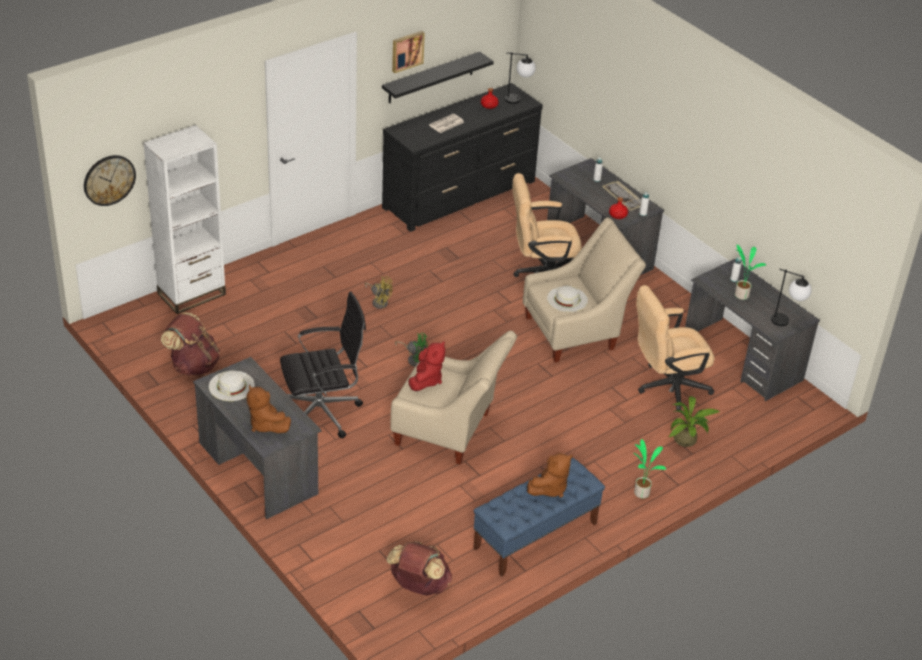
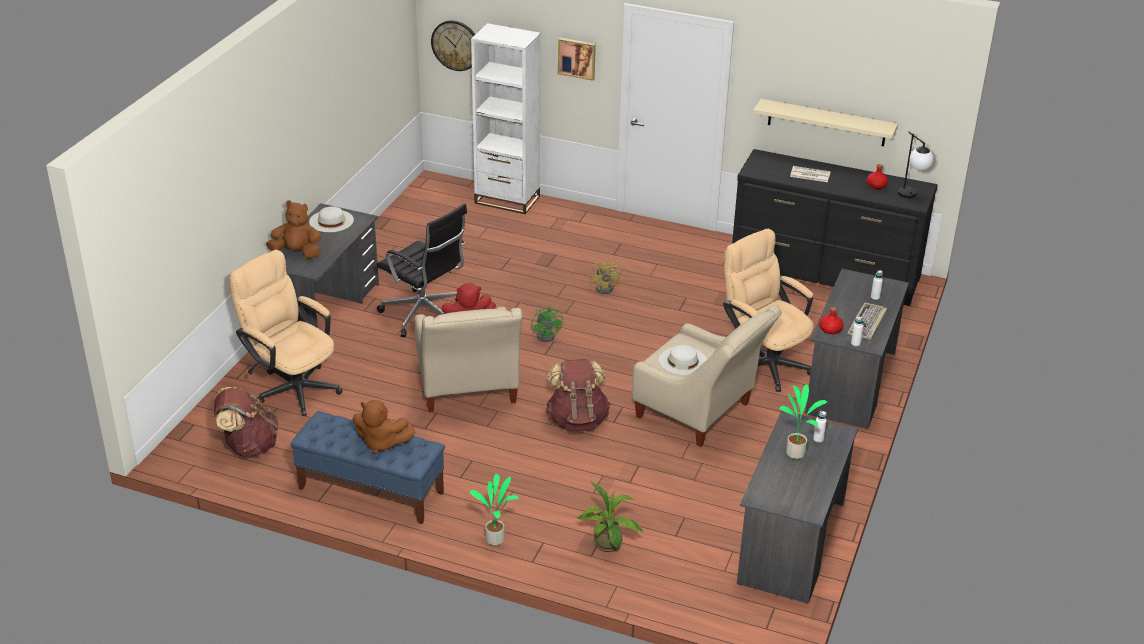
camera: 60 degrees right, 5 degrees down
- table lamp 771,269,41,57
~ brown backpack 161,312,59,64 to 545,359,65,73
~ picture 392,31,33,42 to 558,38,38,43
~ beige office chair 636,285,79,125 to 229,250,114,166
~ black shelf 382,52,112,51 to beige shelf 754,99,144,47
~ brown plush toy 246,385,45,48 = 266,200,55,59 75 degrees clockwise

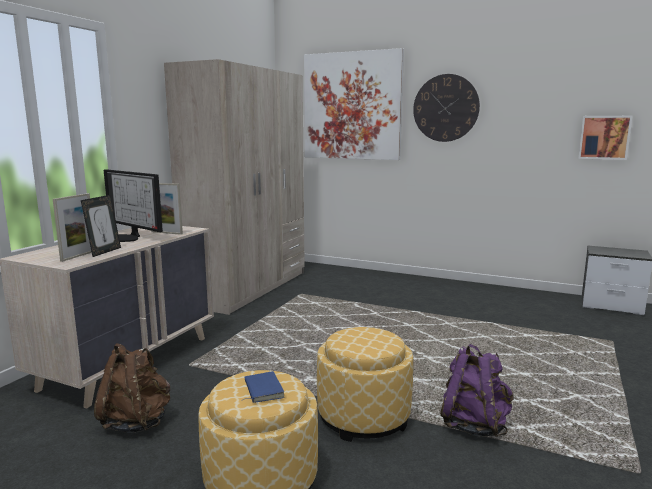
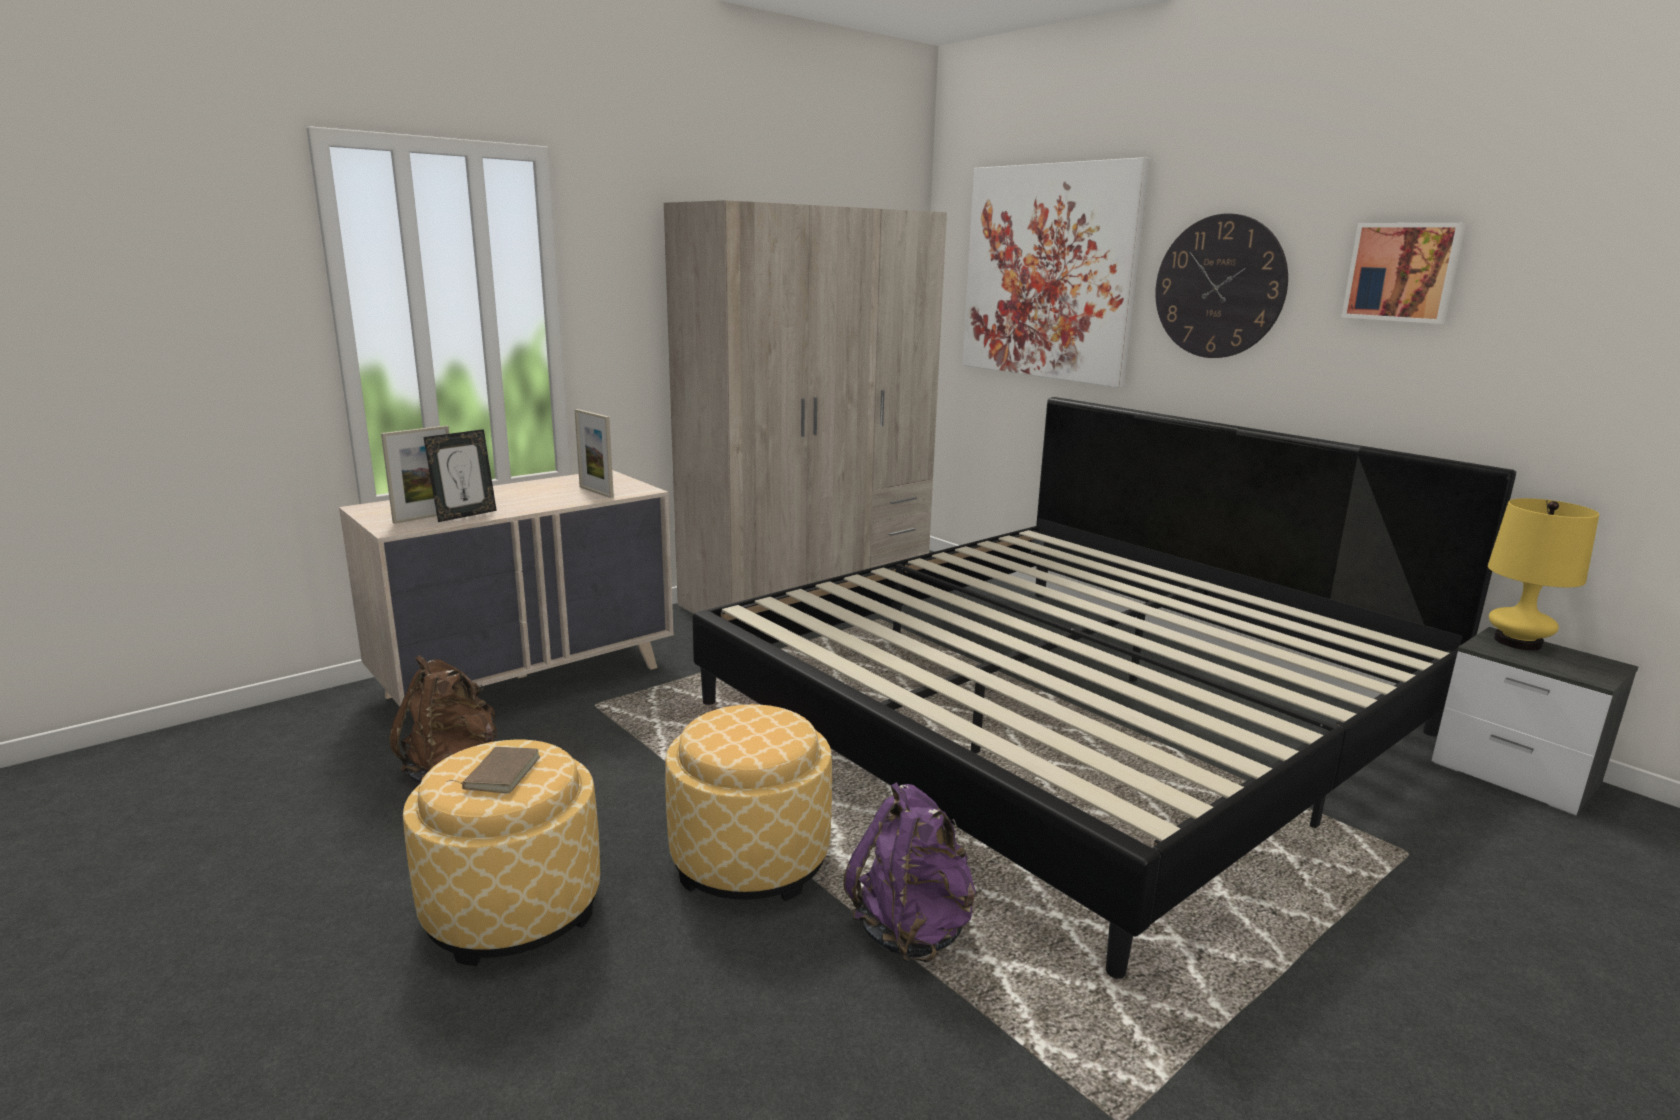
camera: 25 degrees right, 5 degrees up
- monitor 104,169,59,73
+ bed 692,397,824,582
+ yellow table lamp 1488,498,111,152
~ picture 578,116,55,44 to 1342,223,124,101
~ blue book 243,371,41,32 to brown book 447,747,93,47

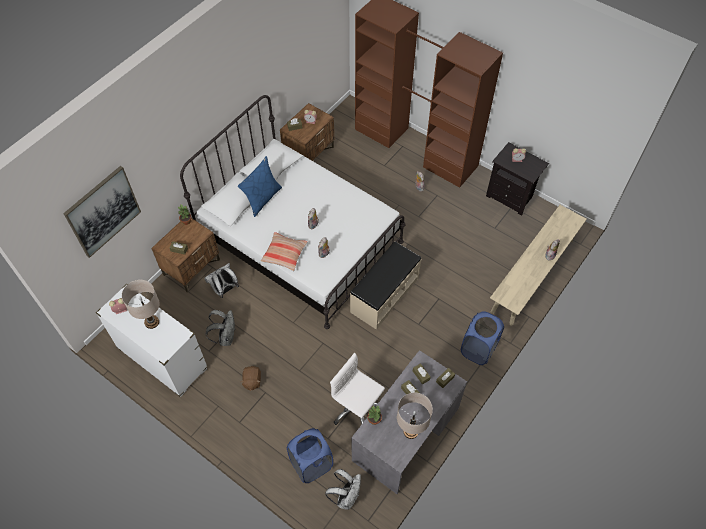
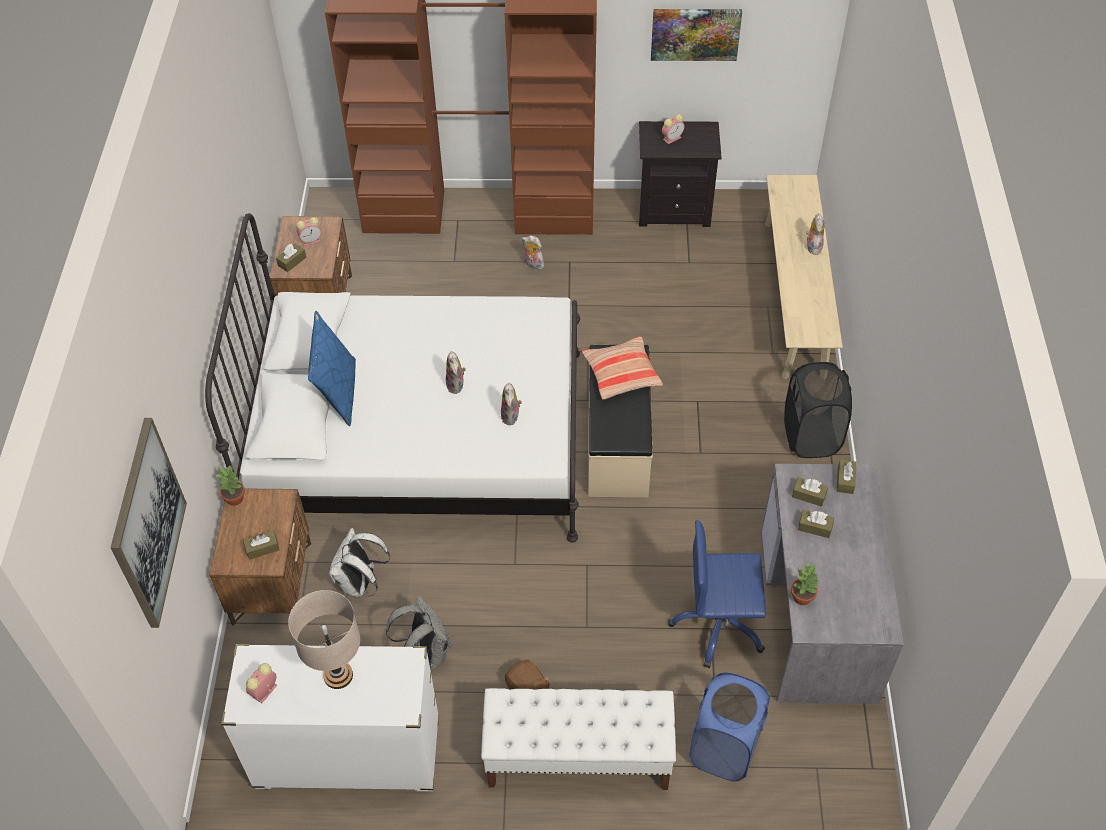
camera: 35 degrees left, 5 degrees down
- white backpack 325,469,36,41
- beige table lamp 397,392,36,47
+ white bench 481,688,195,102
+ picture 651,9,91,52
~ pillow 261,232,46,39 to 582,336,81,63
~ white office chair 330,353,55,72 to blue office chair 668,520,98,148
~ blue laundry basket 461,311,43,54 to black laundry basket 784,362,68,96

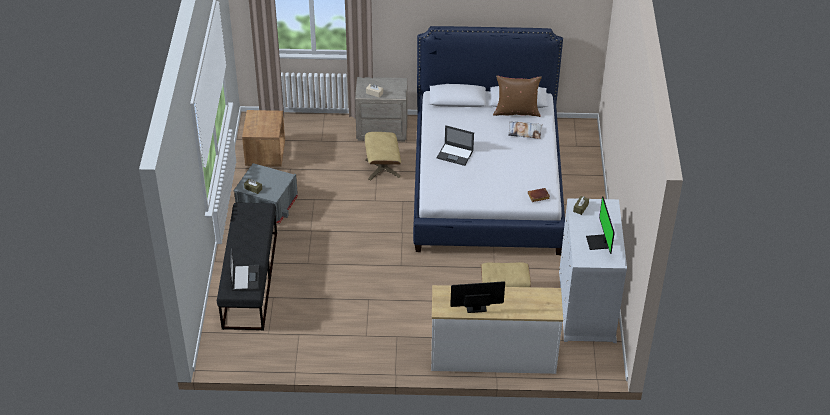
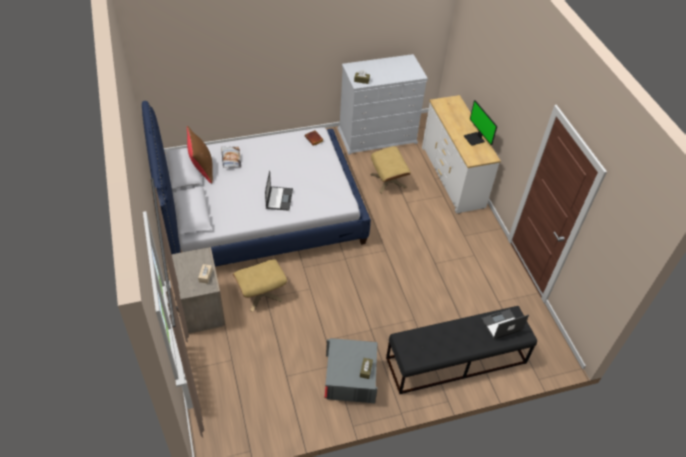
camera: 110 degrees left, 5 degrees up
- brown nightstand 242,110,43,57
- monitor 586,197,28,57

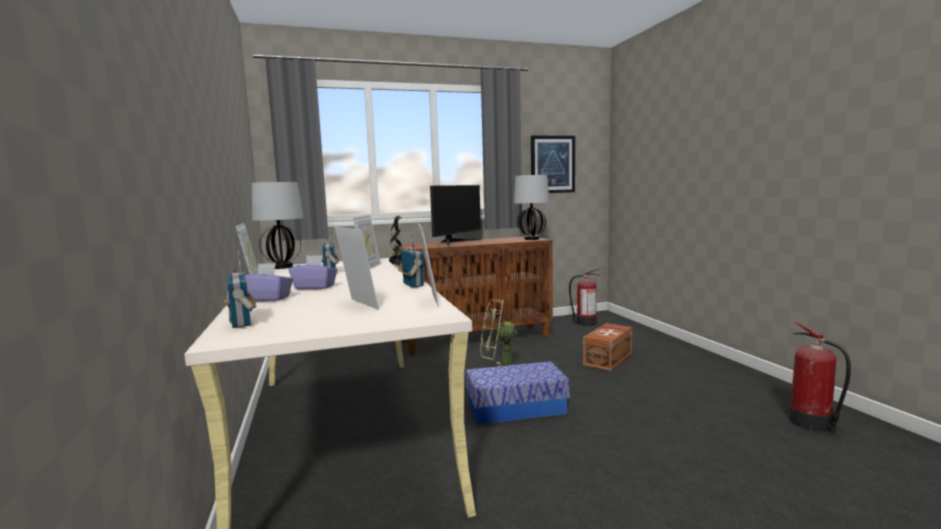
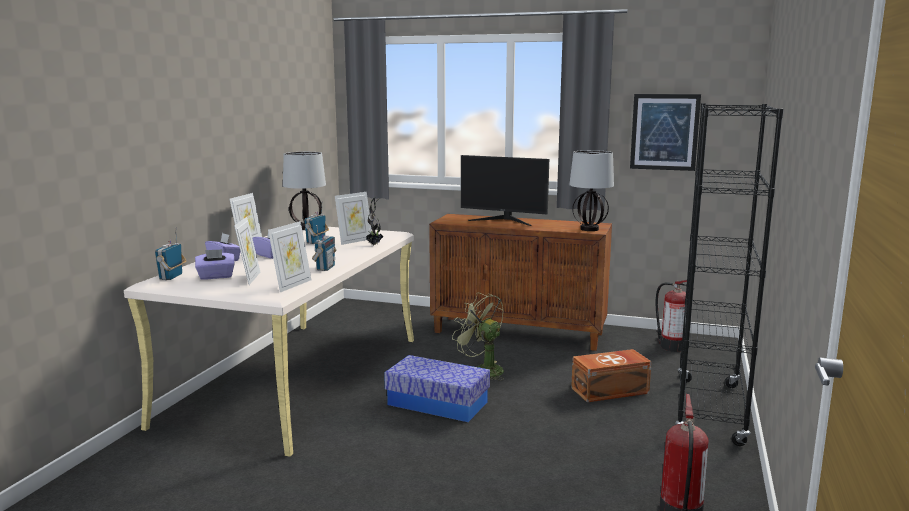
camera: 35 degrees right, 5 degrees up
+ purple tissue box 195,249,40,31
+ black bookcase 675,103,109,343
~ monitor 430,185,52,61 = 461,155,88,71 45 degrees clockwise

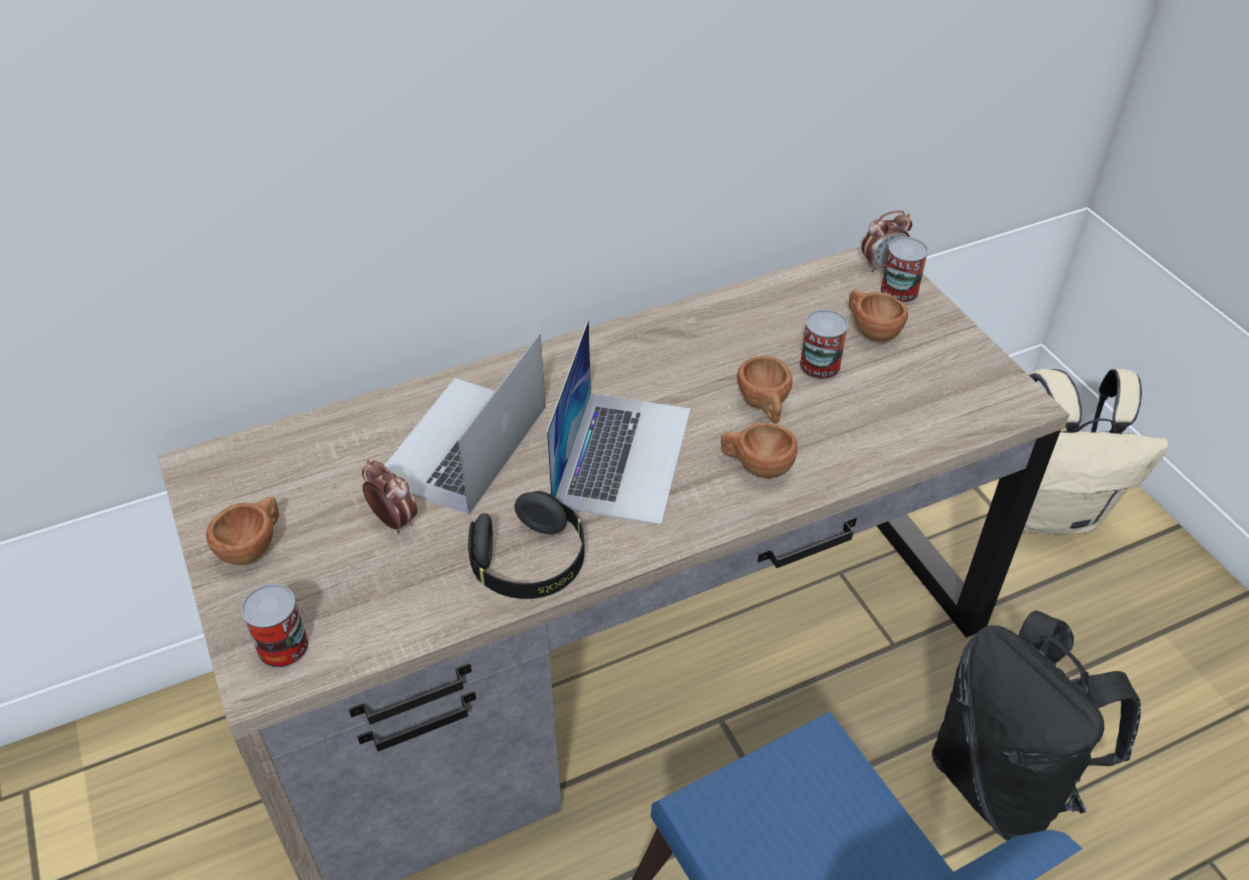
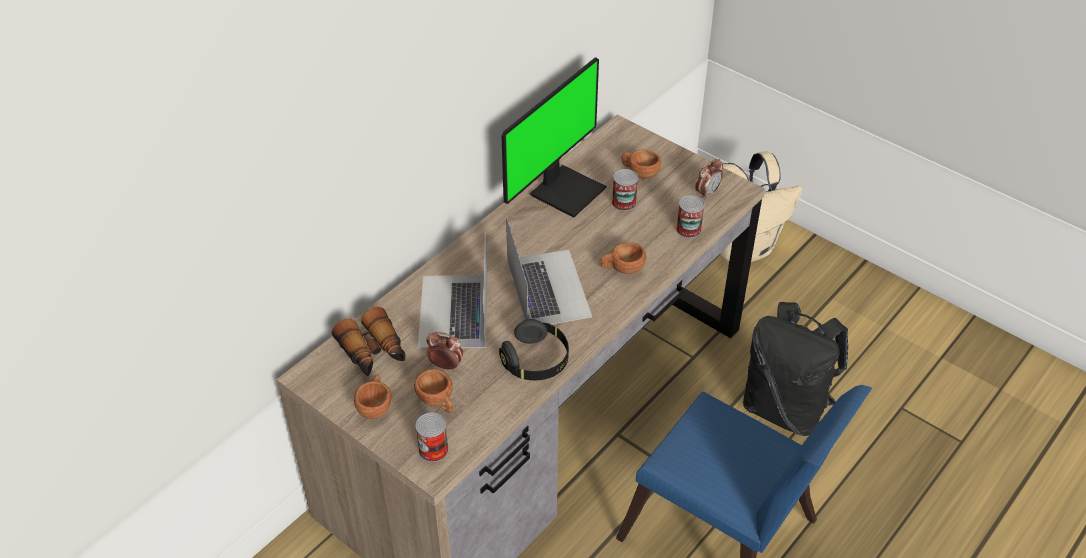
camera: 25 degrees left, 0 degrees up
+ binoculars 332,307,73,69
+ monitor 502,57,104,160
~ brown cup 737,356,56,67 to 414,369,39,44
~ alarm clock 861,210,51,62 to 695,159,28,41
~ can 880,237,48,66 to 676,195,29,43

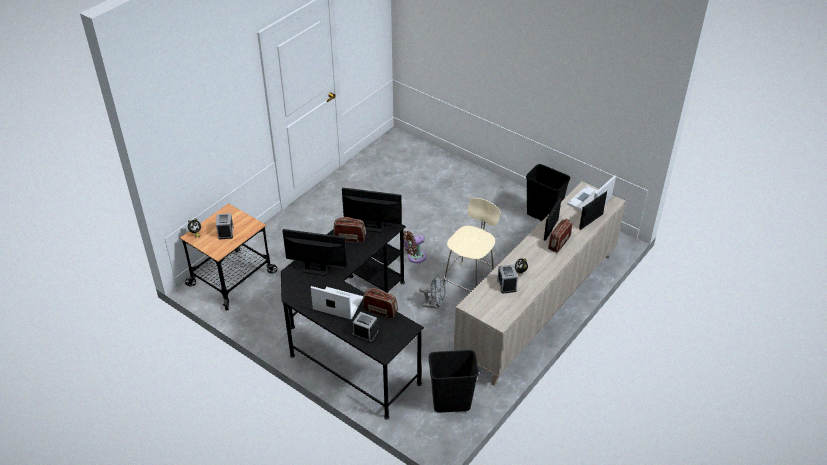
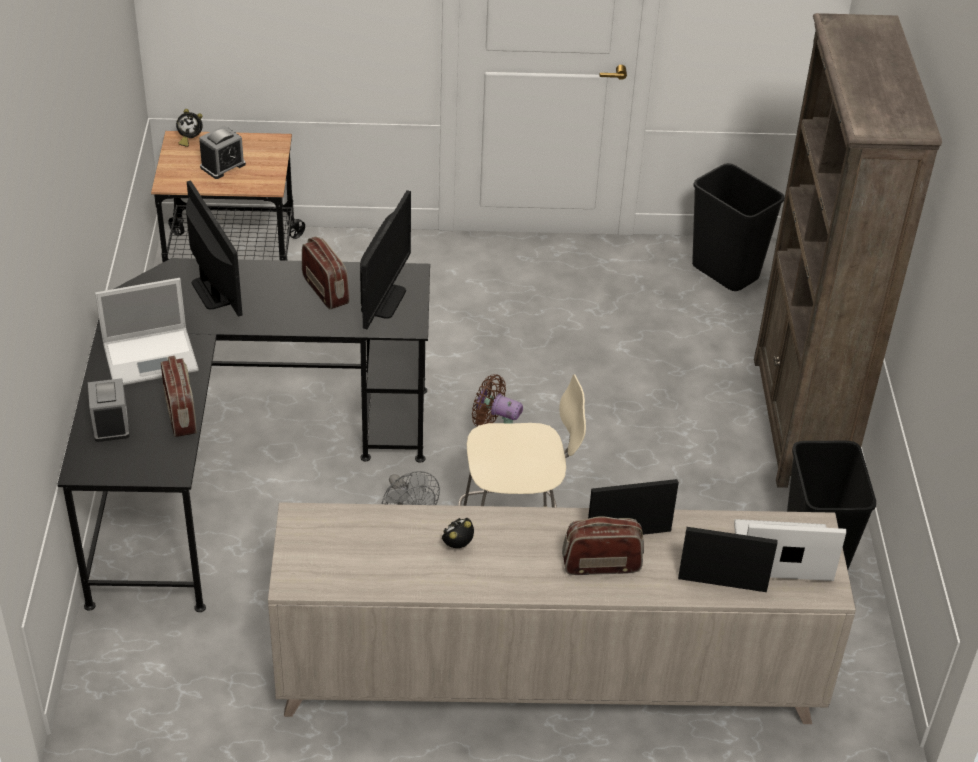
camera: 50 degrees right, 0 degrees up
- alarm clock 497,265,21,29
+ brown bookcase 754,13,188,475
~ black trash can 429,350,50,63 to 692,163,93,128
~ laptop 311,286,52,34 = 95,278,104,107 90 degrees clockwise
~ monitor 342,188,60,45 = 360,190,51,139 45 degrees clockwise

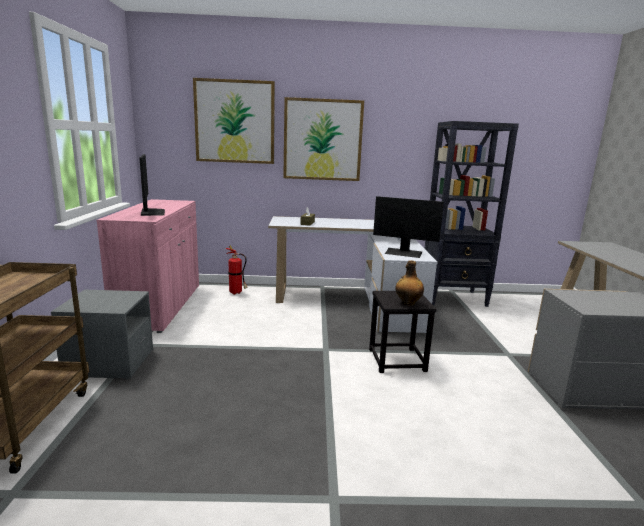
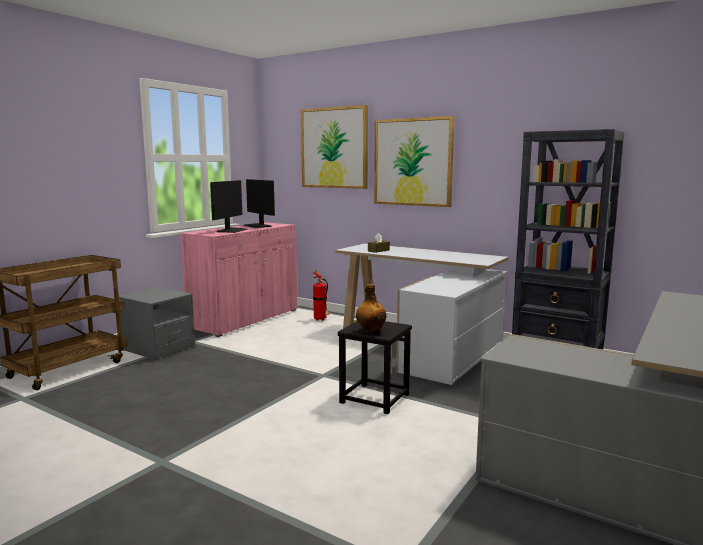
camera: 35 degrees right, 5 degrees down
~ monitor 373,196,71,62 to 242,179,33,49

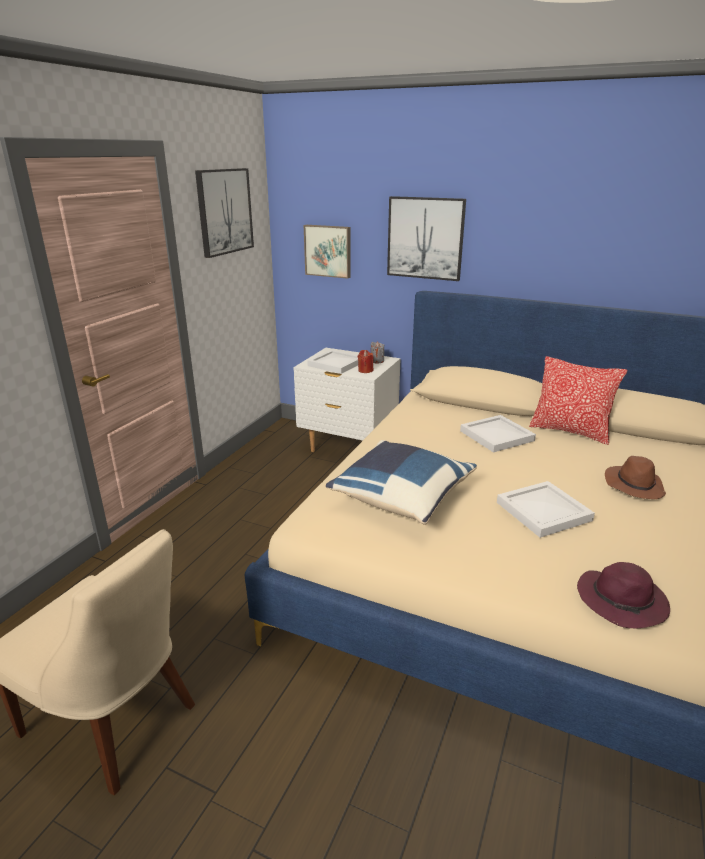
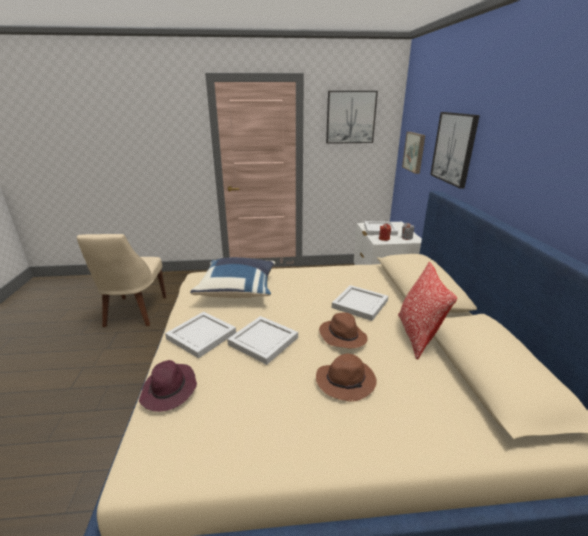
camera: 60 degrees right, 0 degrees up
+ white tray 165,312,71,47
+ brown hat 319,312,48,36

